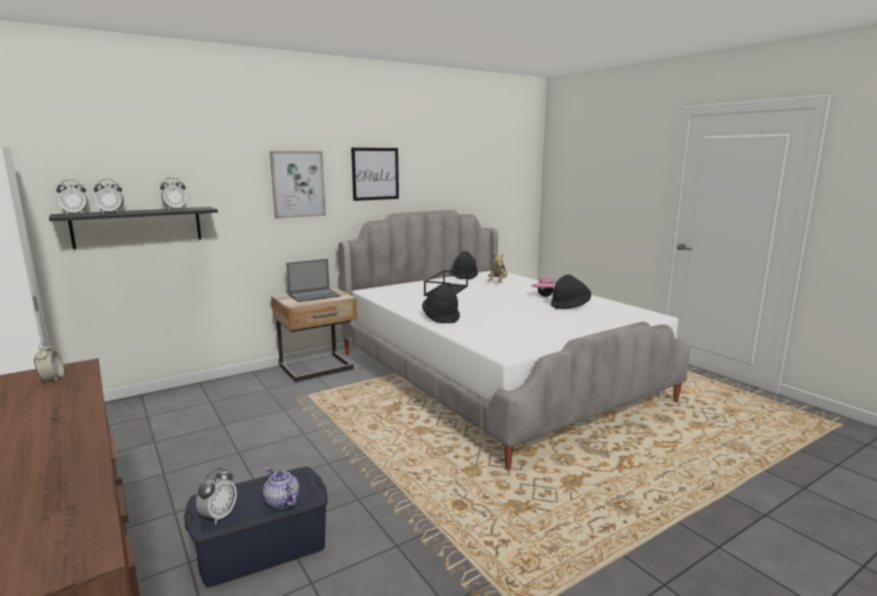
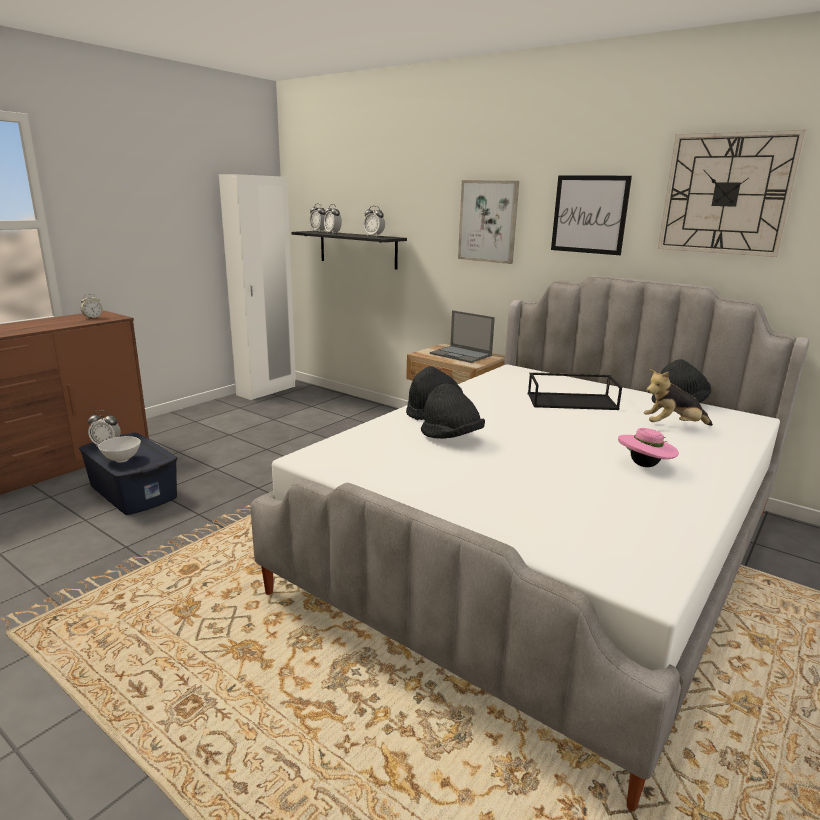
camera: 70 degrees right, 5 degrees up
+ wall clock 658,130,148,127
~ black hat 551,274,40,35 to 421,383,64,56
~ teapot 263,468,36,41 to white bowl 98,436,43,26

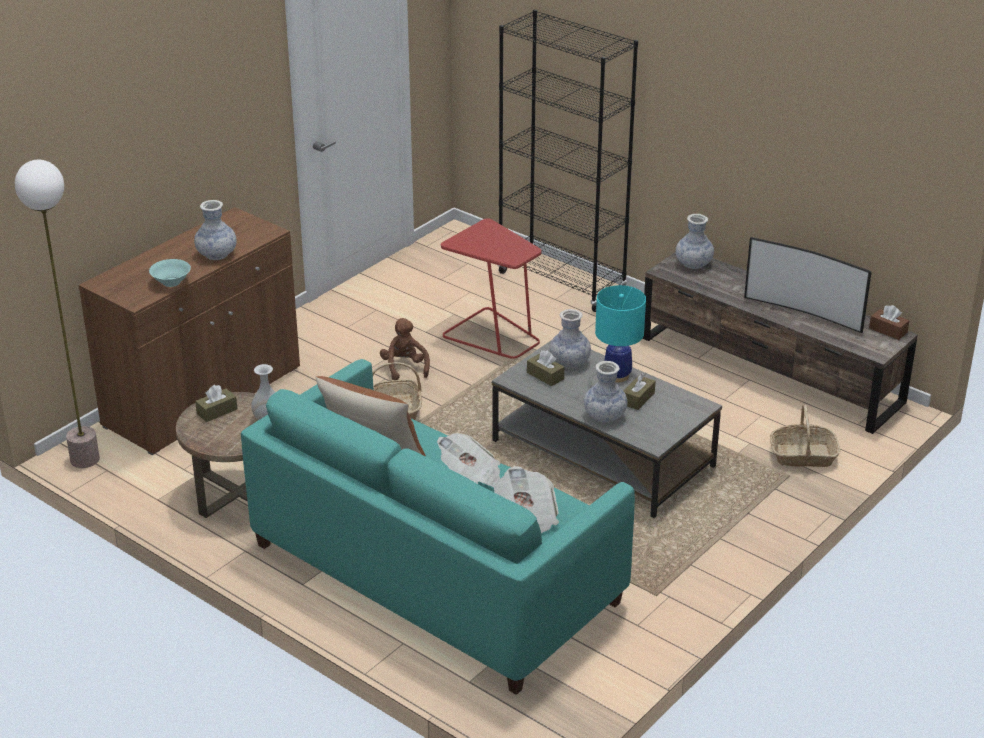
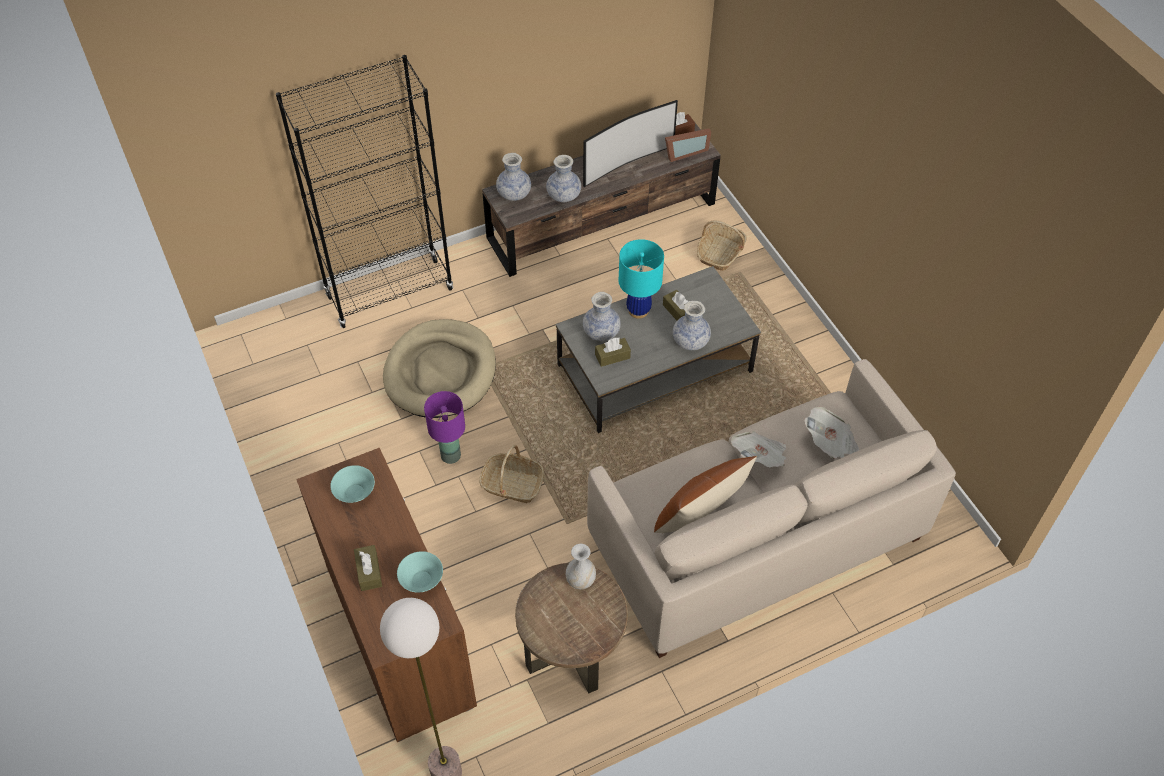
camera: 65 degrees left, 20 degrees up
+ turquoise bowl 330,465,45,38
+ picture frame 665,128,47,34
~ vase 194,200,43,60 to 546,155,35,48
~ brown tissue box 195,385,42,37 to 354,545,28,46
~ brown plush toy 380,318,50,62 to purple table lamp 424,391,41,73
~ red side table 441,218,100,141 to beige dog bed 383,319,113,99
~ turquoise sofa 241,359,394,336 to beige sofa 587,359,369,299

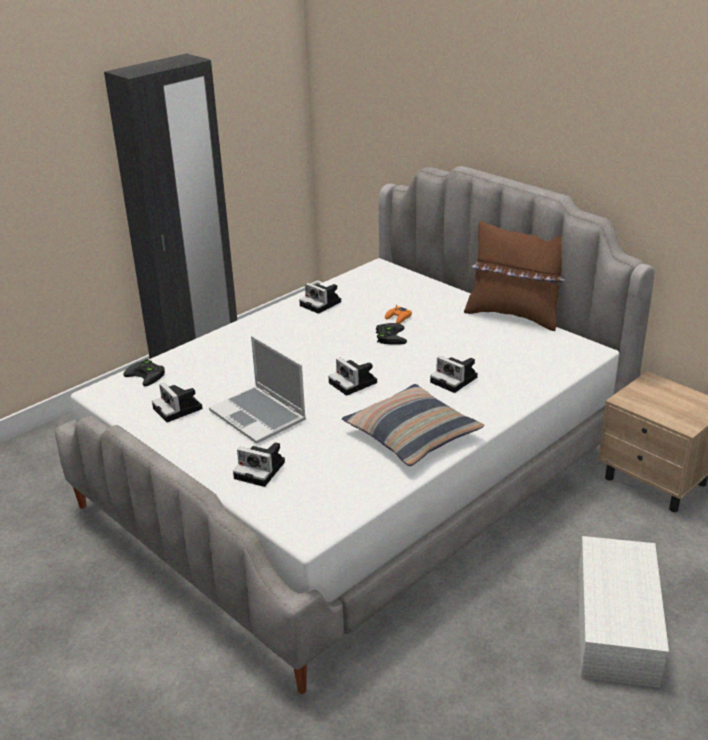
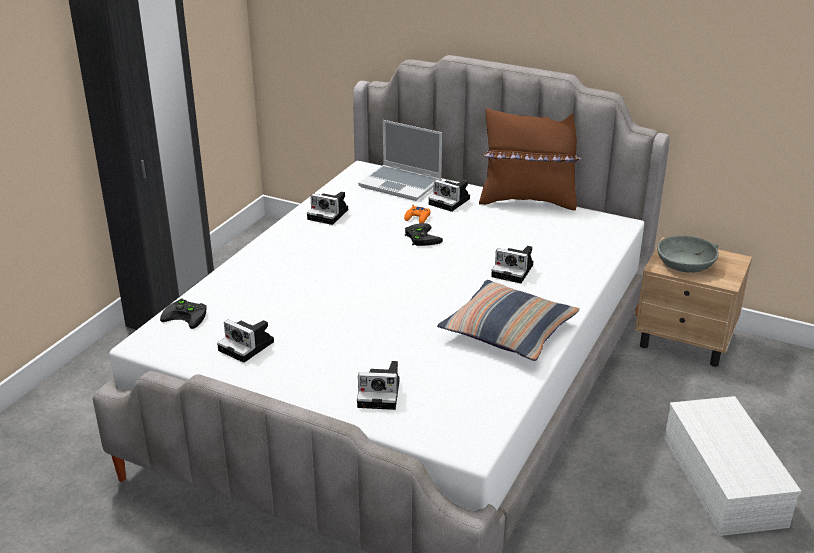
camera: 20 degrees left, 0 degrees up
+ grey bowl 657,236,62,37
~ laptop 209,336,97,108 to 358,120,84,81
~ photo camera 328,358,49,38 to 429,180,41,32

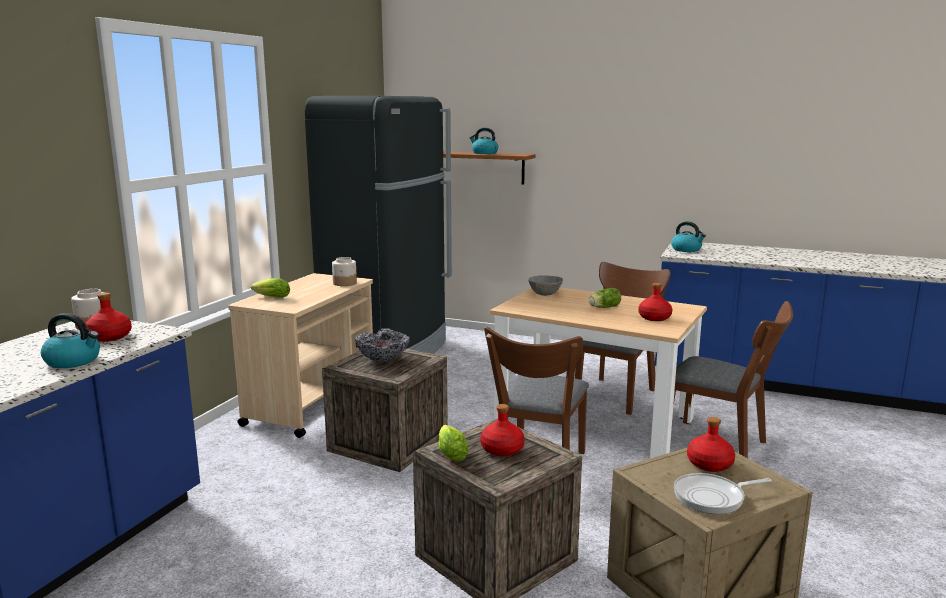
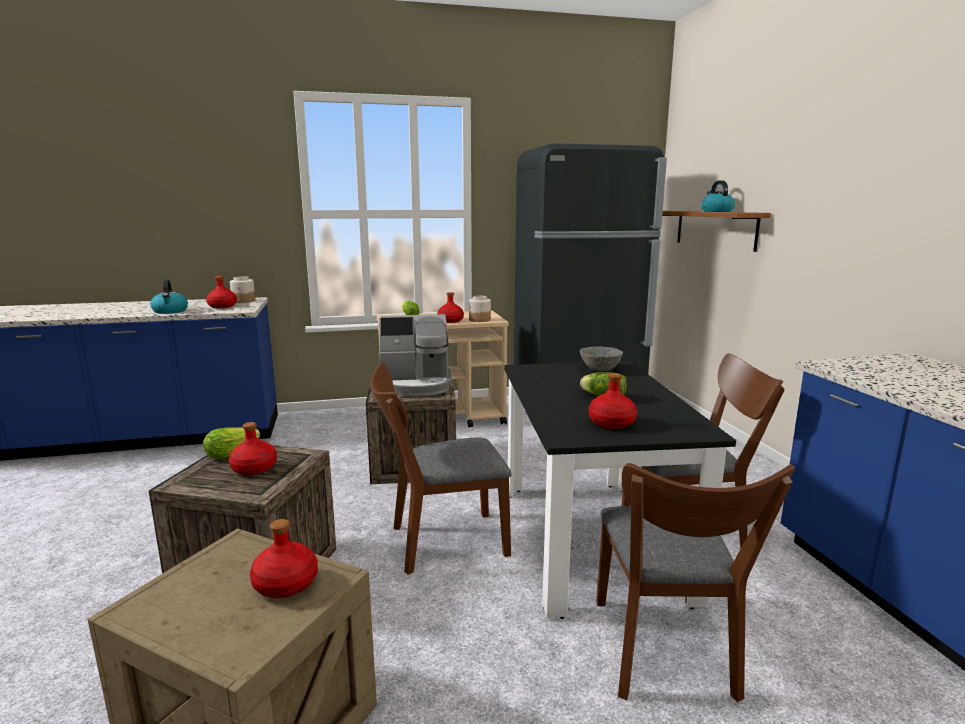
camera: 55 degrees right, 0 degrees up
- kettle 671,221,35,31
- frying pan 674,473,98,41
+ red bottle 437,292,27,31
~ bowl 355,328,55,34 to coffee machine 379,314,73,82
~ beige dining table 490,287,217,172 to black dining table 504,362,232,257

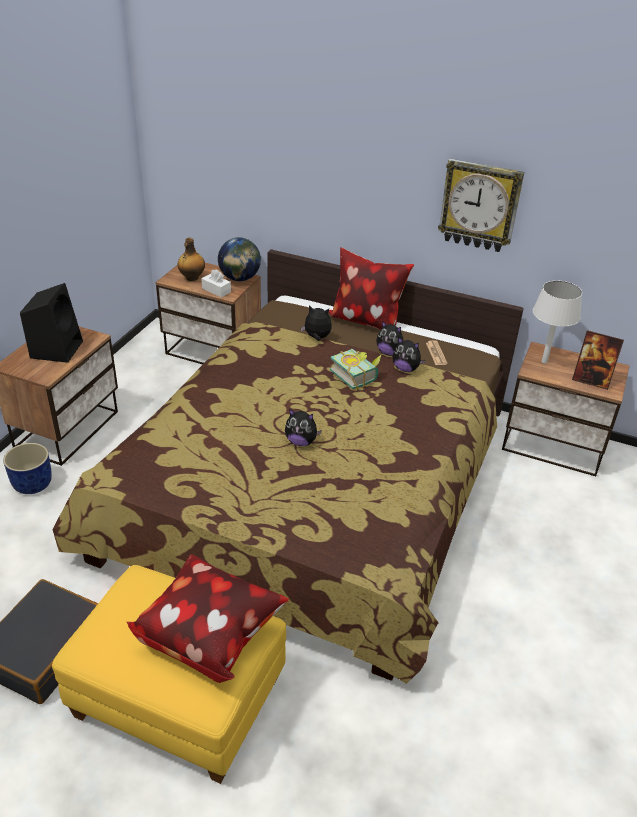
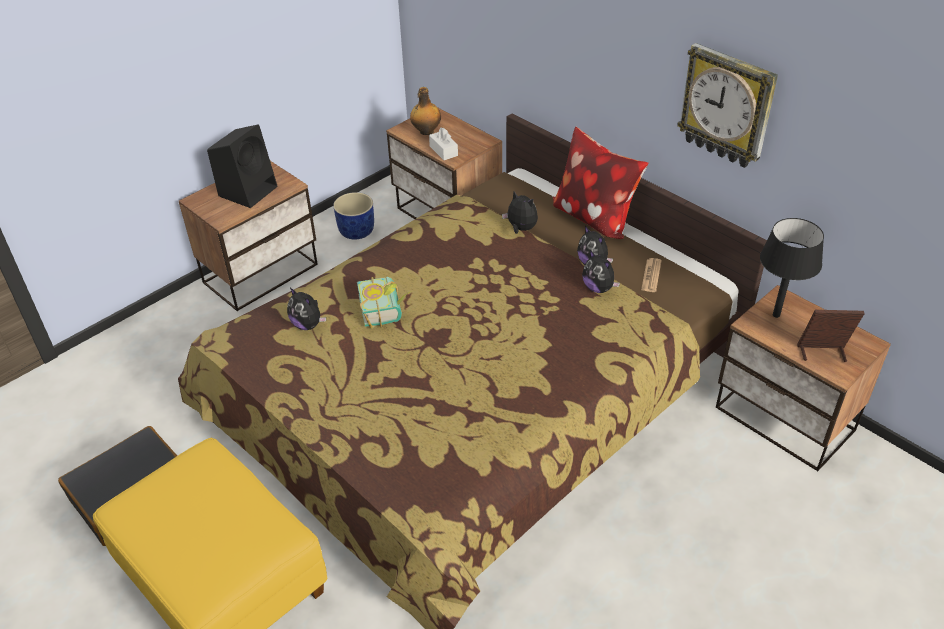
camera: 25 degrees right, 5 degrees up
- pillow 127,554,162,129
- globe 218,237,43,44
~ blue planter 3,443,49,51 to 333,192,41,48
~ plush toy 285,409,37,37 to 287,288,39,42
~ book 330,349,51,41 to 357,277,53,52
~ white table lamp 533,281,49,83 to black table lamp 760,218,64,100
~ picture frame 572,330,52,60 = 797,310,67,52 135 degrees clockwise

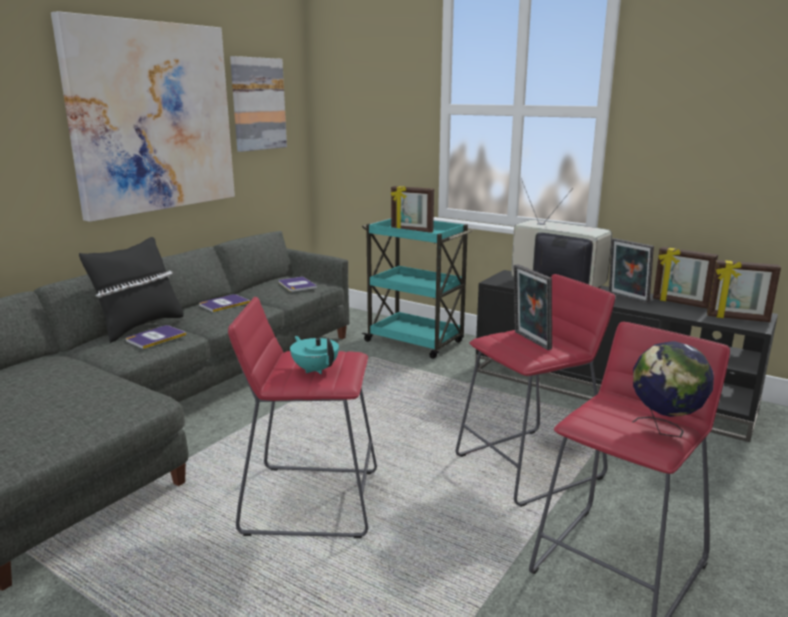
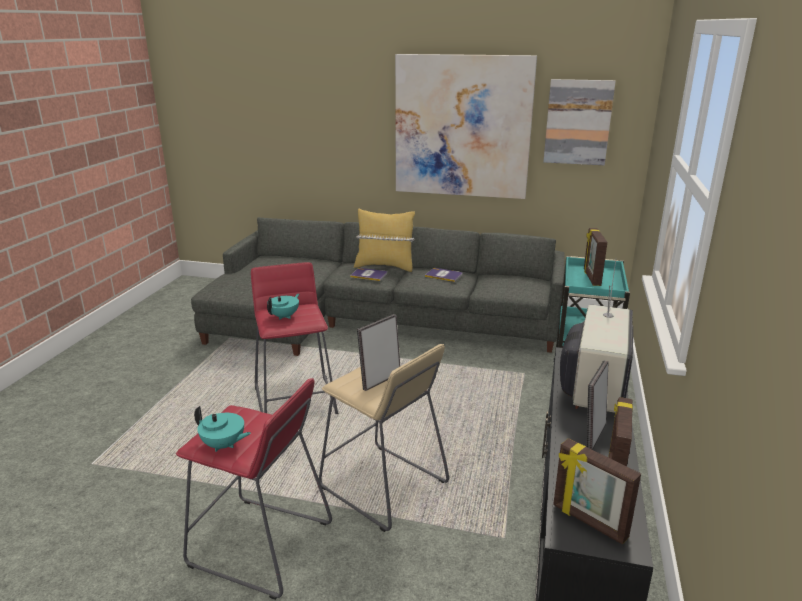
camera: 70 degrees right, 5 degrees up
- book 279,276,38,16
~ globe 633,341,81,97 to turquoise teapot 194,406,57,46
~ black pillow 79,237,105,106 to yellow pillow 354,208,61,64
~ red stool 456,274,159,233 to beige stool 319,344,130,188
~ picture frame 707,260,74,62 = 553,438,88,106 45 degrees counterclockwise

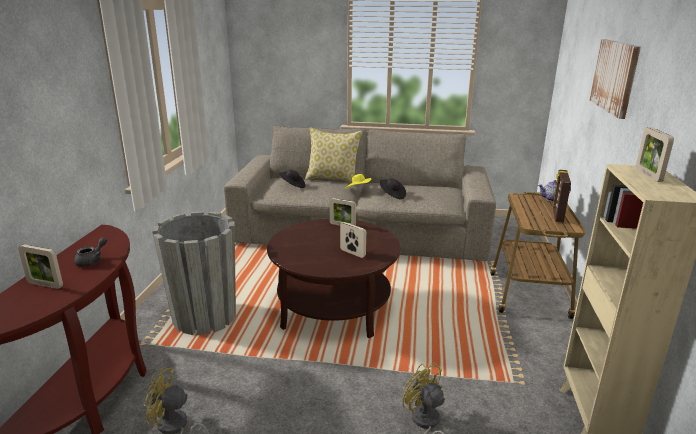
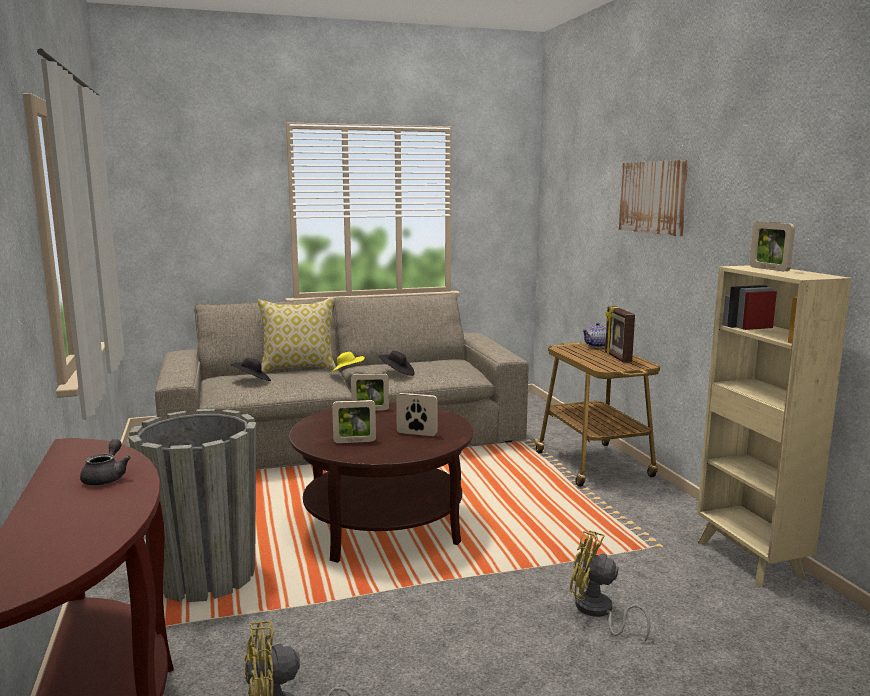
camera: 25 degrees left, 10 degrees down
~ picture frame 18,244,45,45 to 332,400,44,43

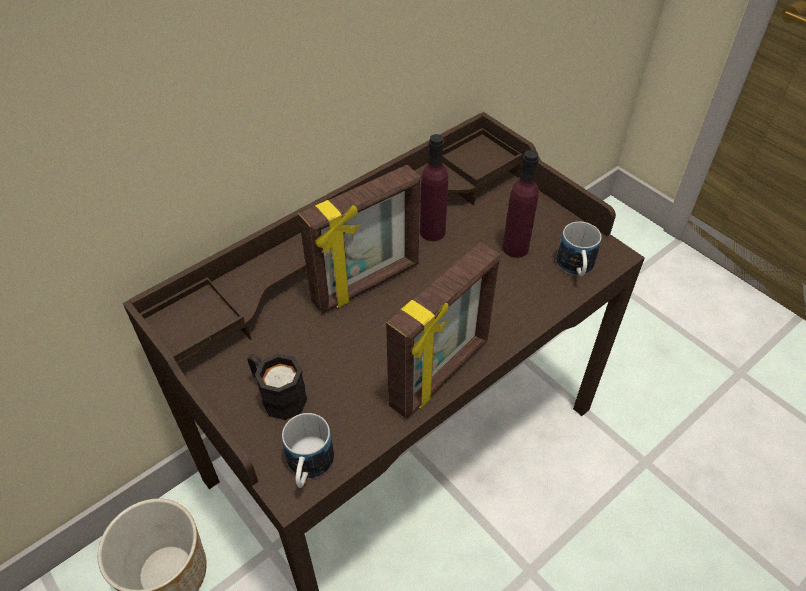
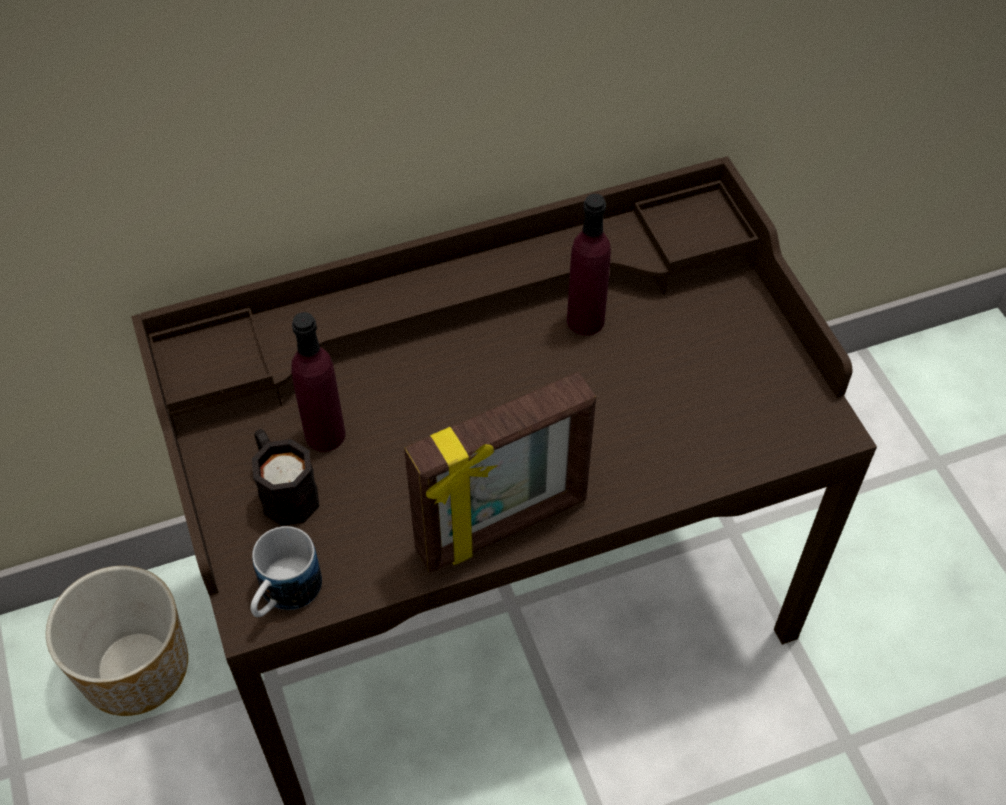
camera: 20 degrees right, 5 degrees up
- picture frame 298,165,122,149
- mug 556,222,46,54
~ purple bottle 503,150,36,108 to 291,312,54,140

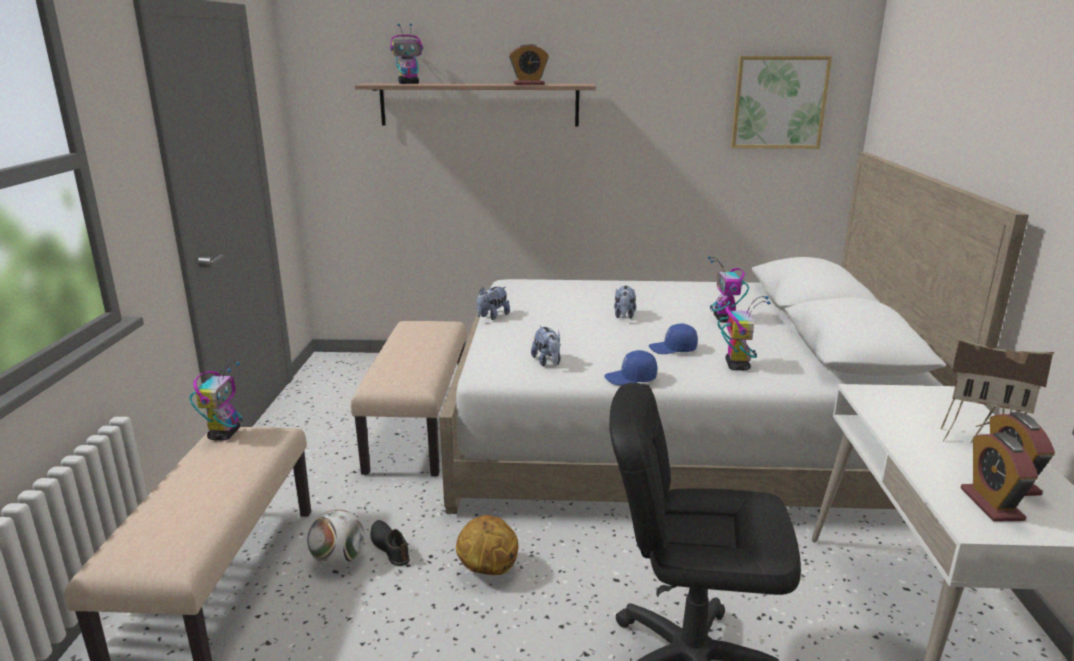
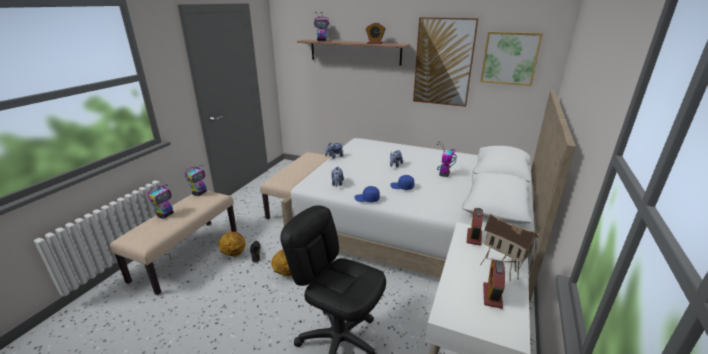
camera: 20 degrees right, 5 degrees up
+ picture 413,17,66,90
~ toy robot 717,296,54,74 to 148,185,26,34
~ alarm clock 961,432,77,90 to 467,208,16,38
~ football 307,509,58,58 to basketball 218,232,27,25

